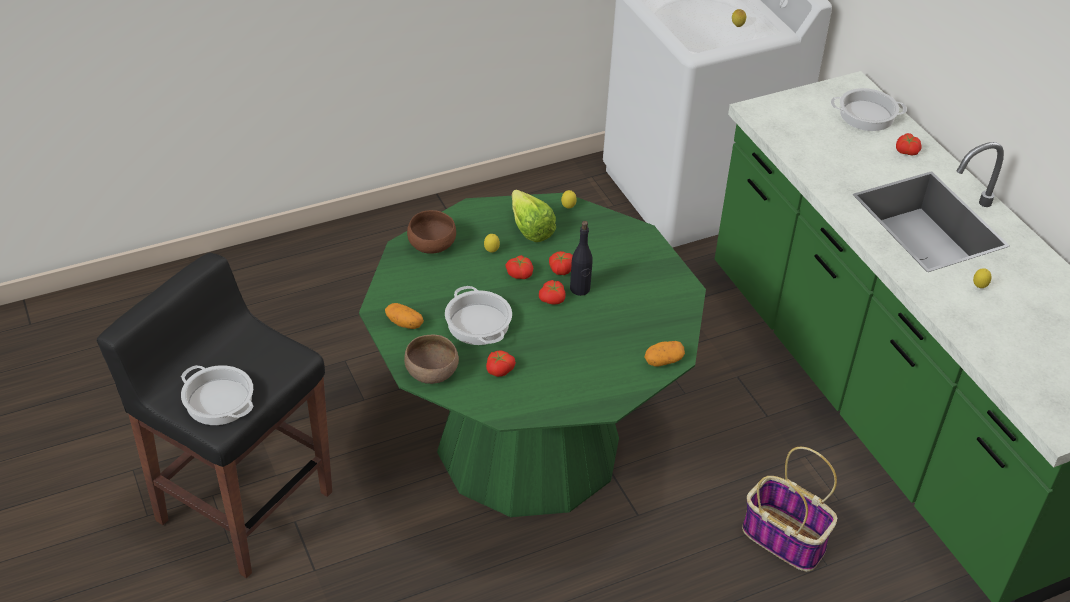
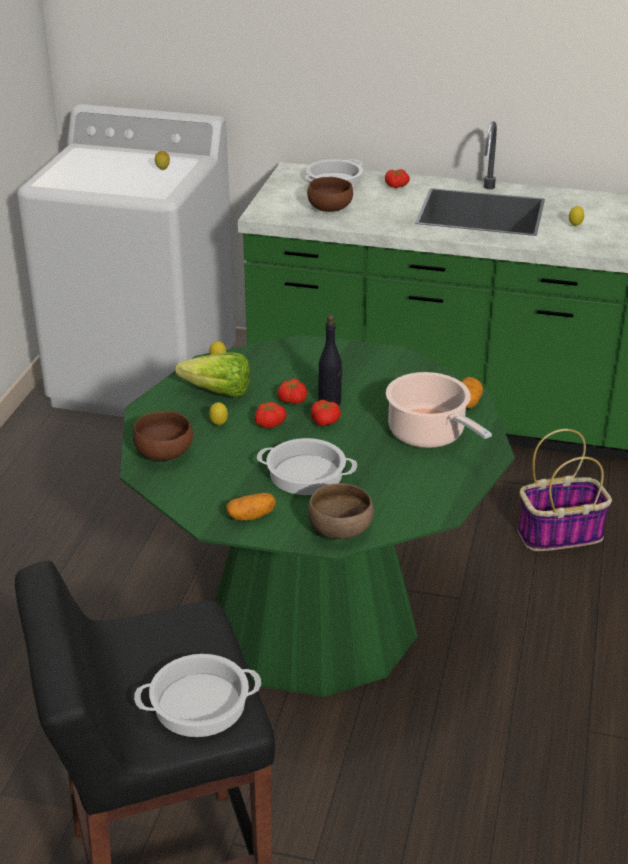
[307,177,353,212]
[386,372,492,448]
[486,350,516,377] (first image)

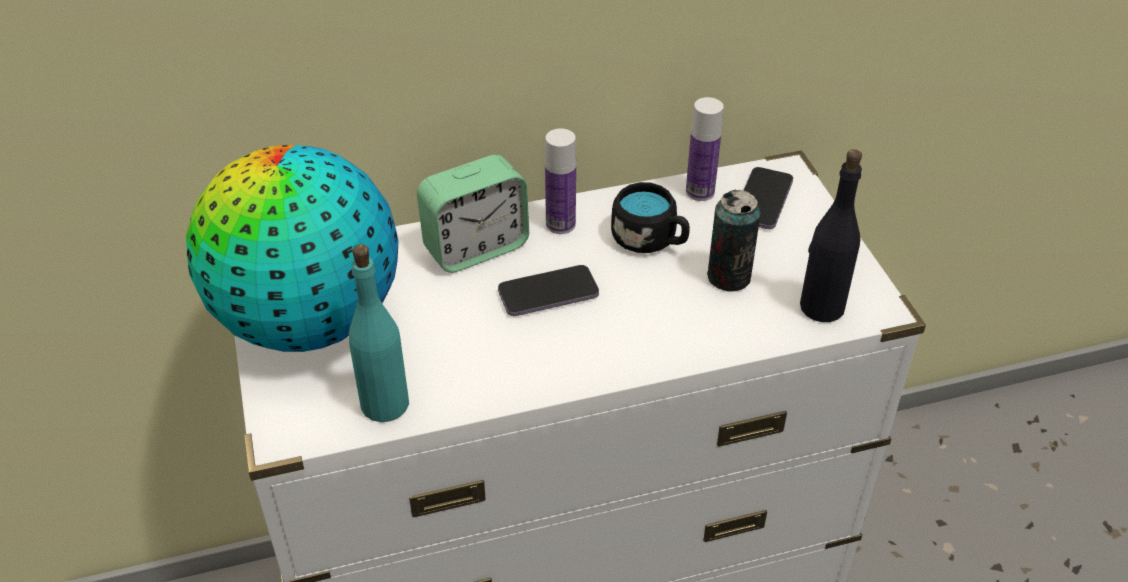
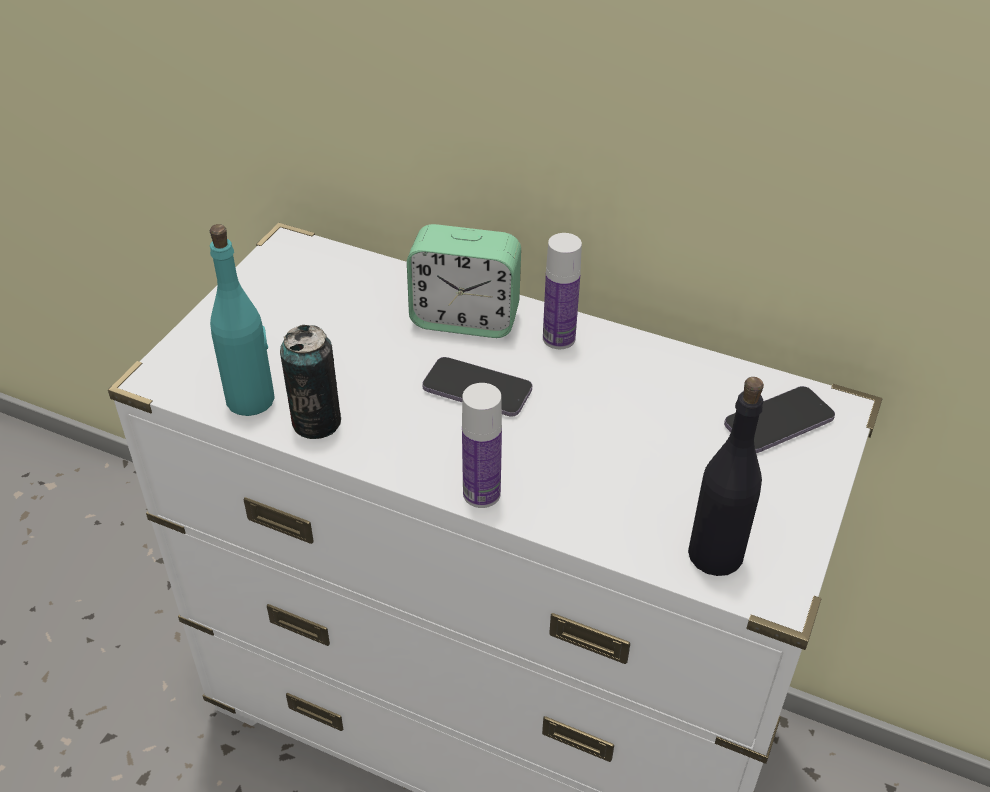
[280,325,341,439]
[462,383,502,508]
[186,145,399,352] (first image)
[611,182,690,253] (first image)

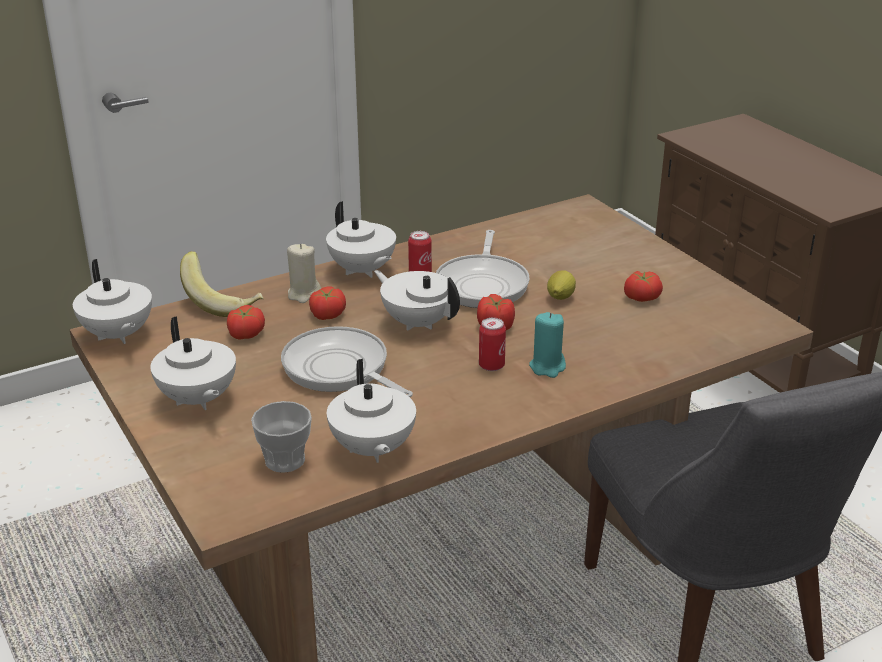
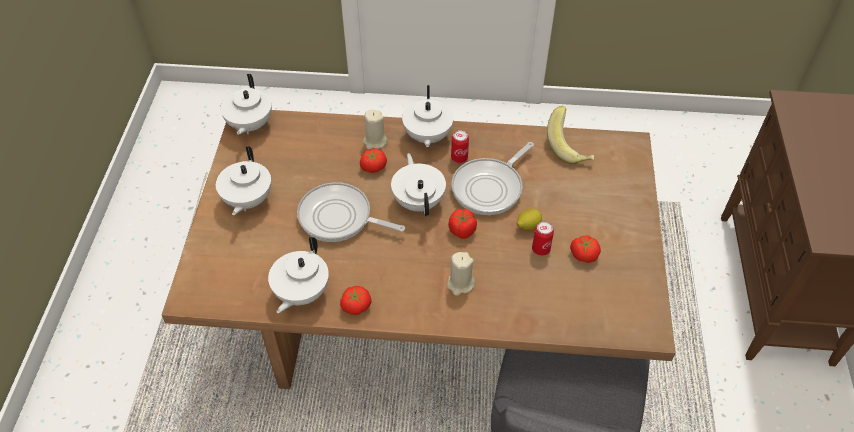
[297,182,405,242]
[340,286,372,315]
[447,252,475,296]
[532,221,554,256]
[547,106,594,164]
[251,401,312,473] (first image)

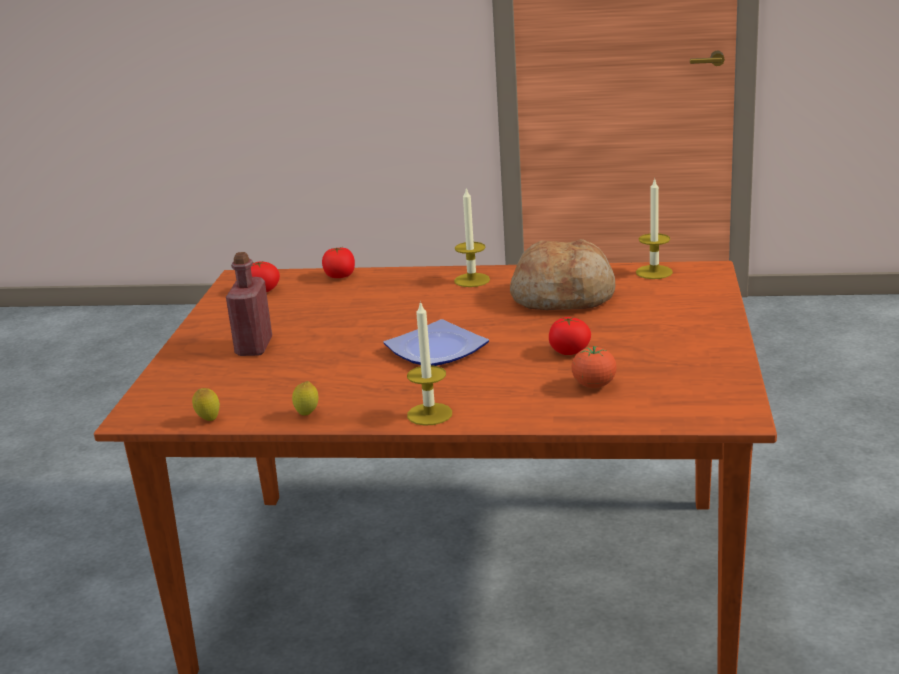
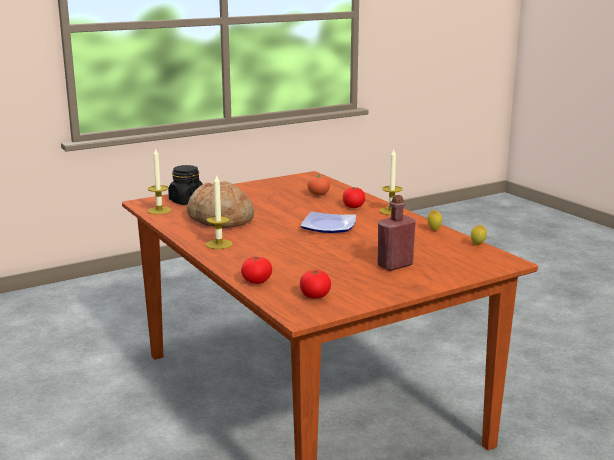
[168,165,203,205]
[343,187,365,208]

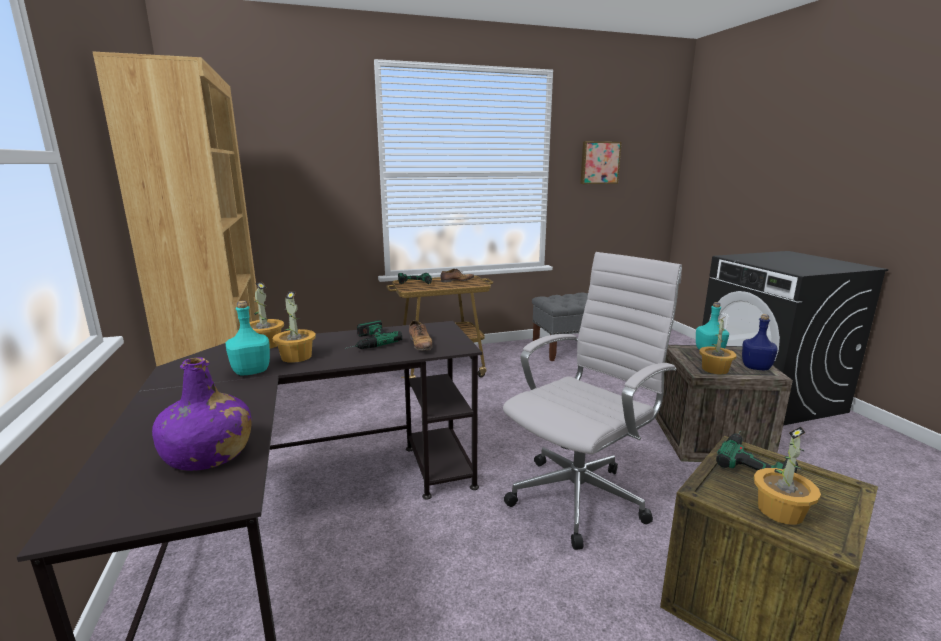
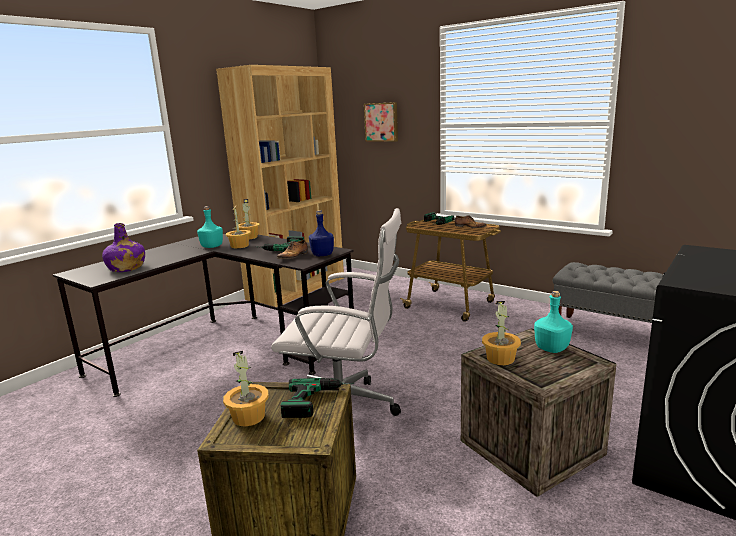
[309,210,334,256]
[364,102,398,142]

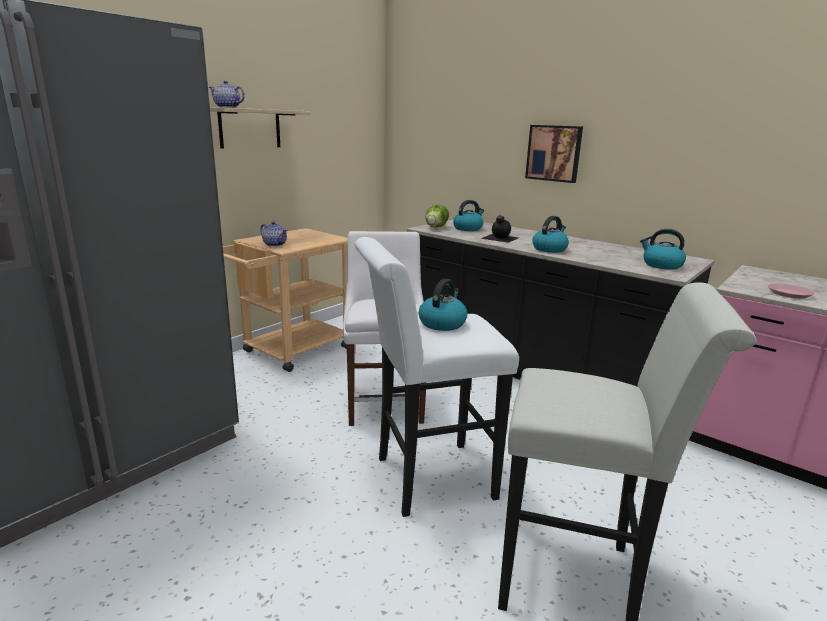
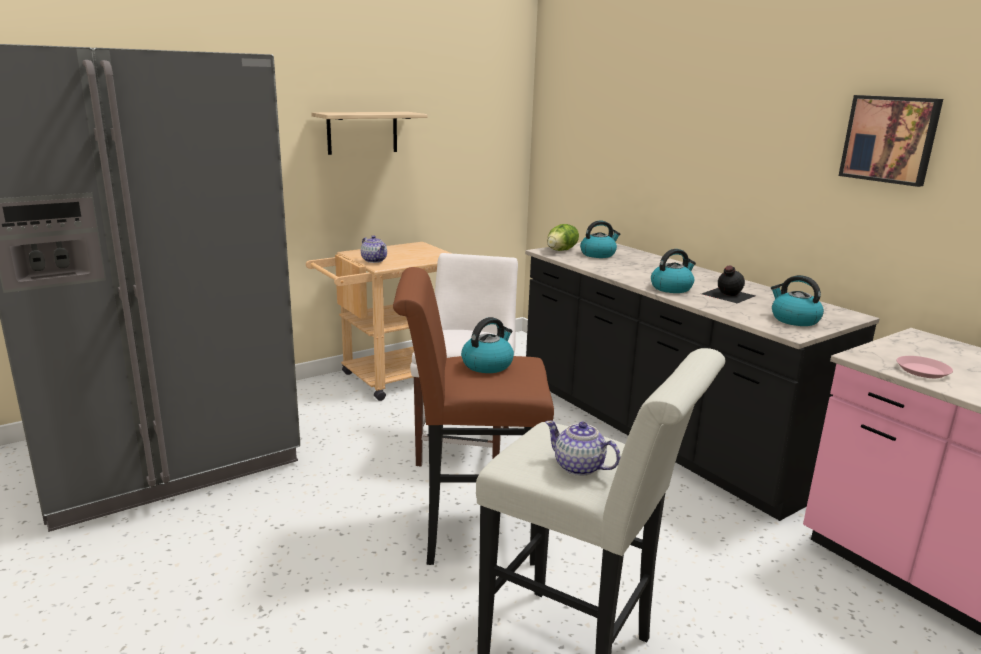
[393,267,554,565]
[545,421,621,476]
[702,265,755,303]
[839,95,943,187]

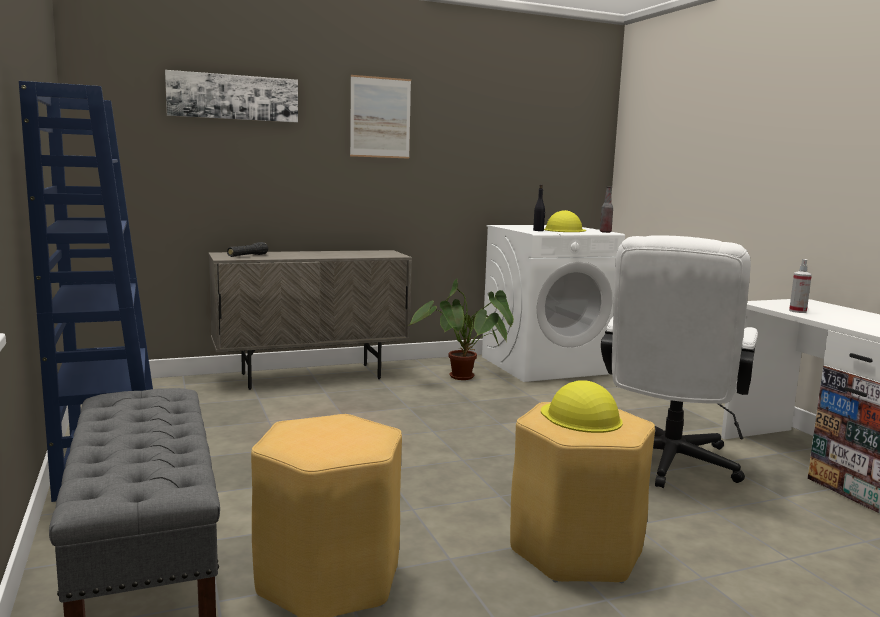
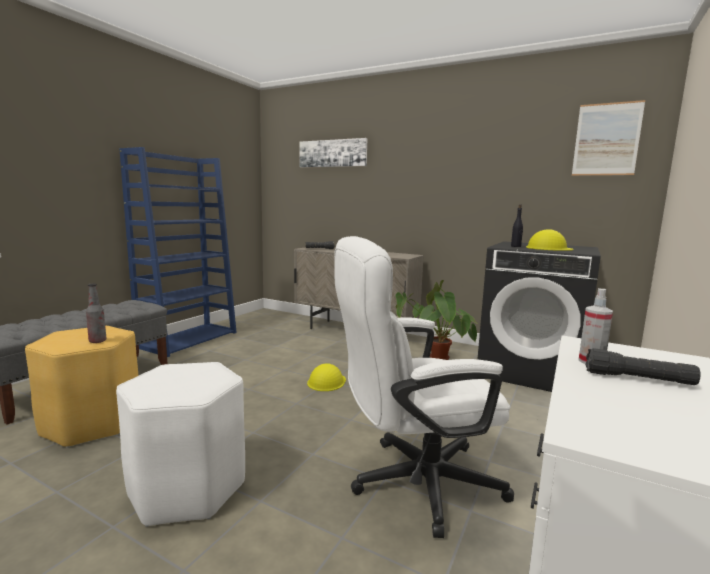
[86,284,107,343]
[116,362,245,527]
[307,363,346,391]
[478,241,601,392]
[572,100,645,176]
[585,348,701,385]

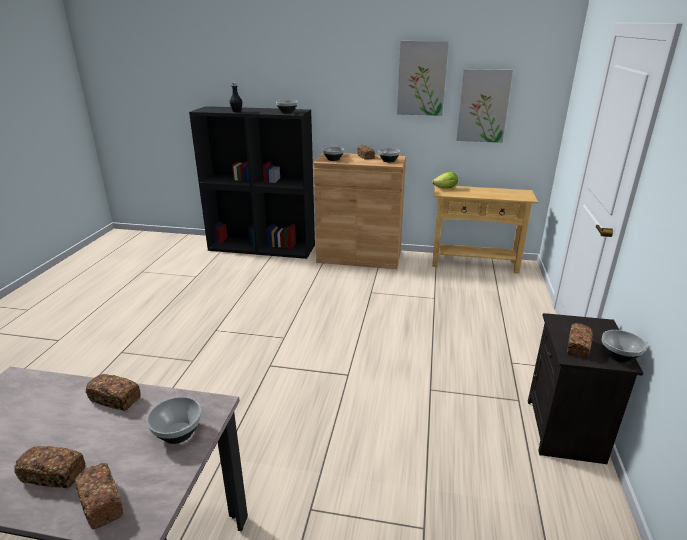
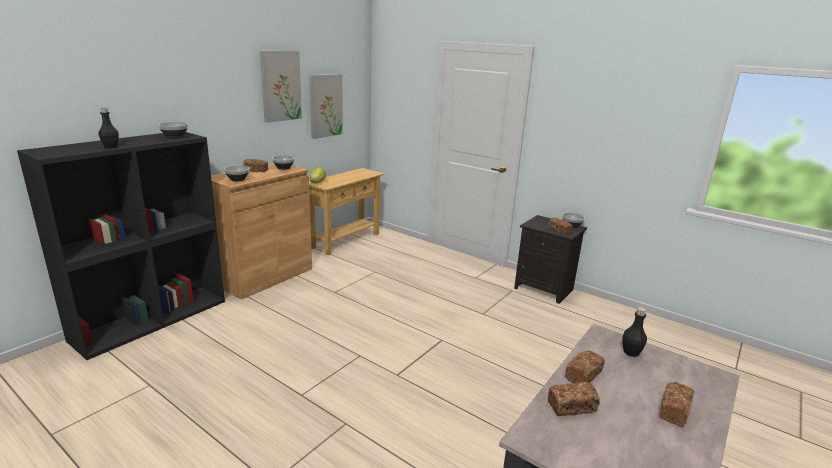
[548,382,600,416]
[622,307,647,357]

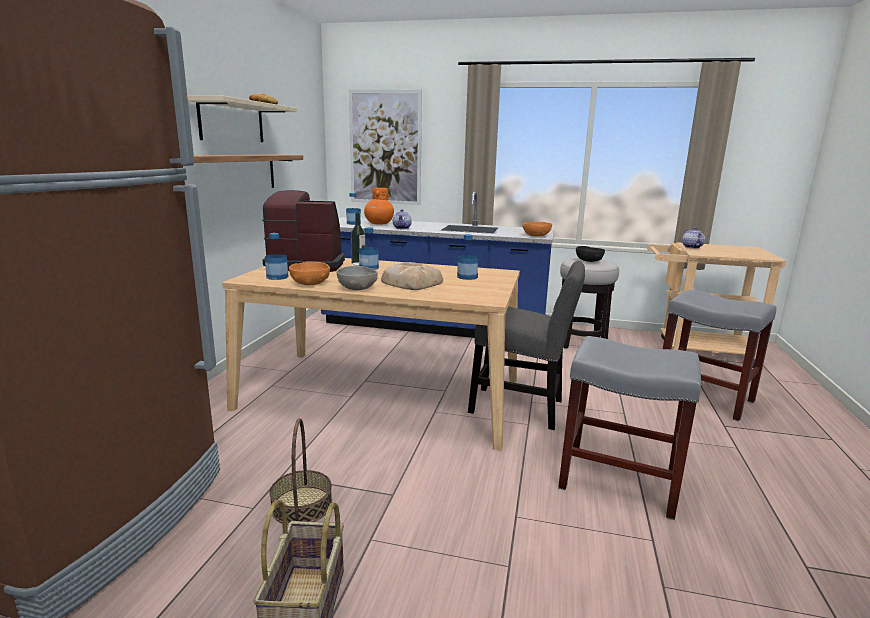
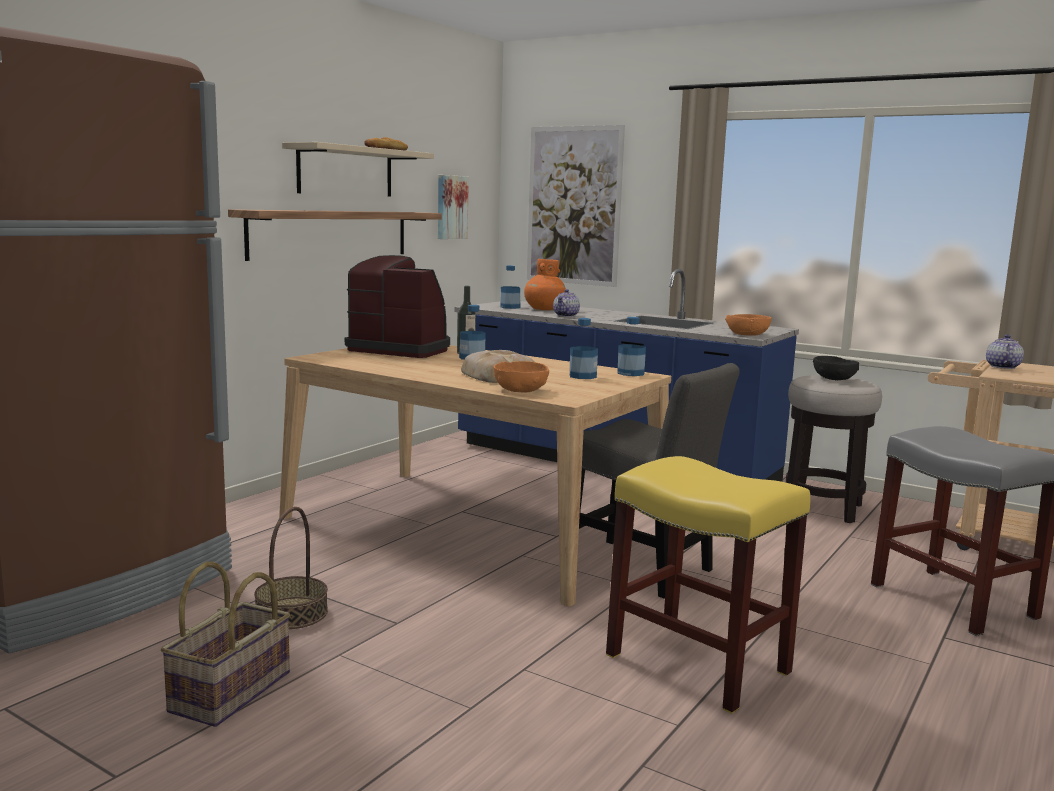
[438,175,469,239]
[494,361,549,393]
[606,456,811,714]
[617,317,646,376]
[336,266,378,290] (first image)

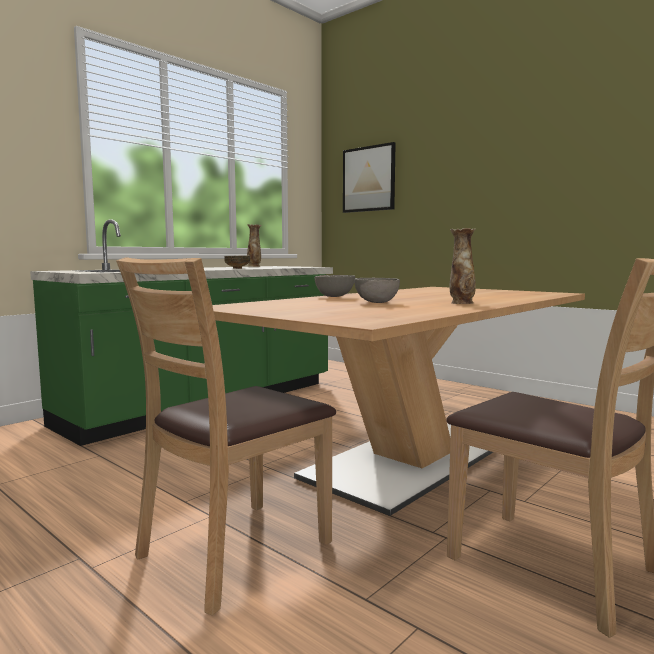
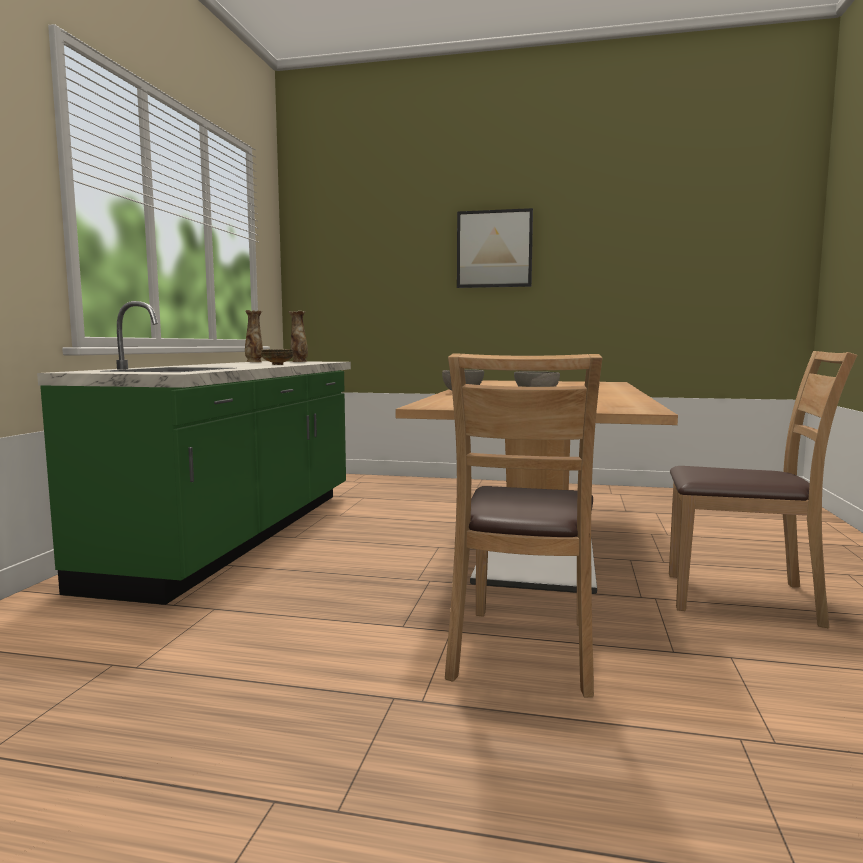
[288,311,308,362]
[457,208,533,288]

